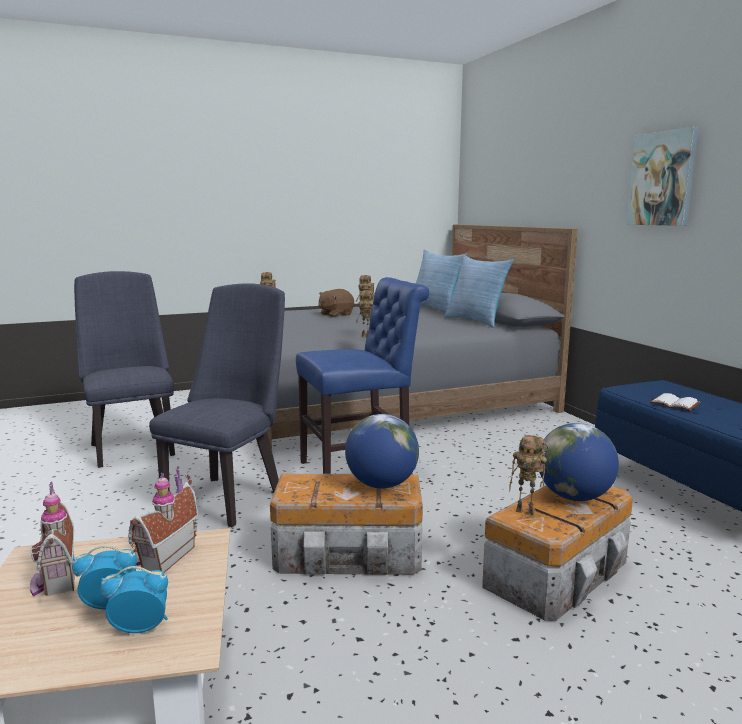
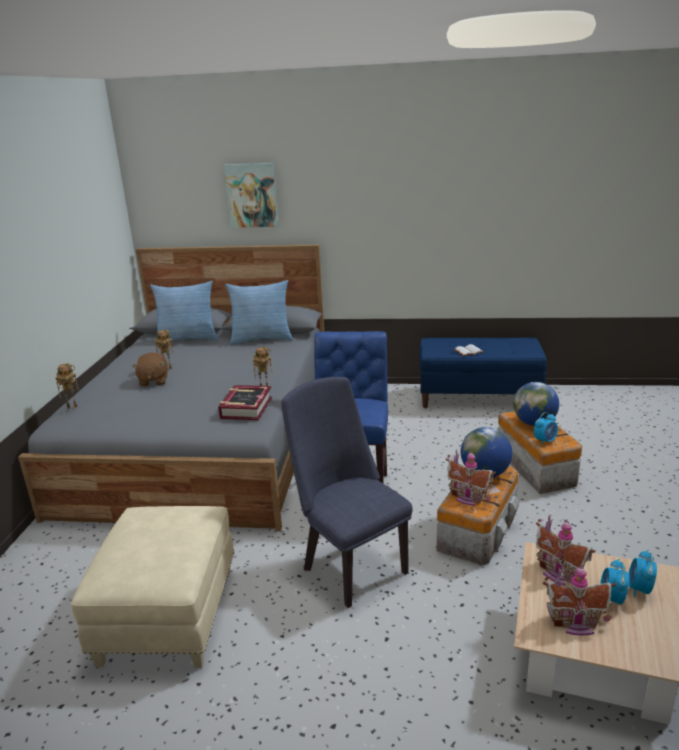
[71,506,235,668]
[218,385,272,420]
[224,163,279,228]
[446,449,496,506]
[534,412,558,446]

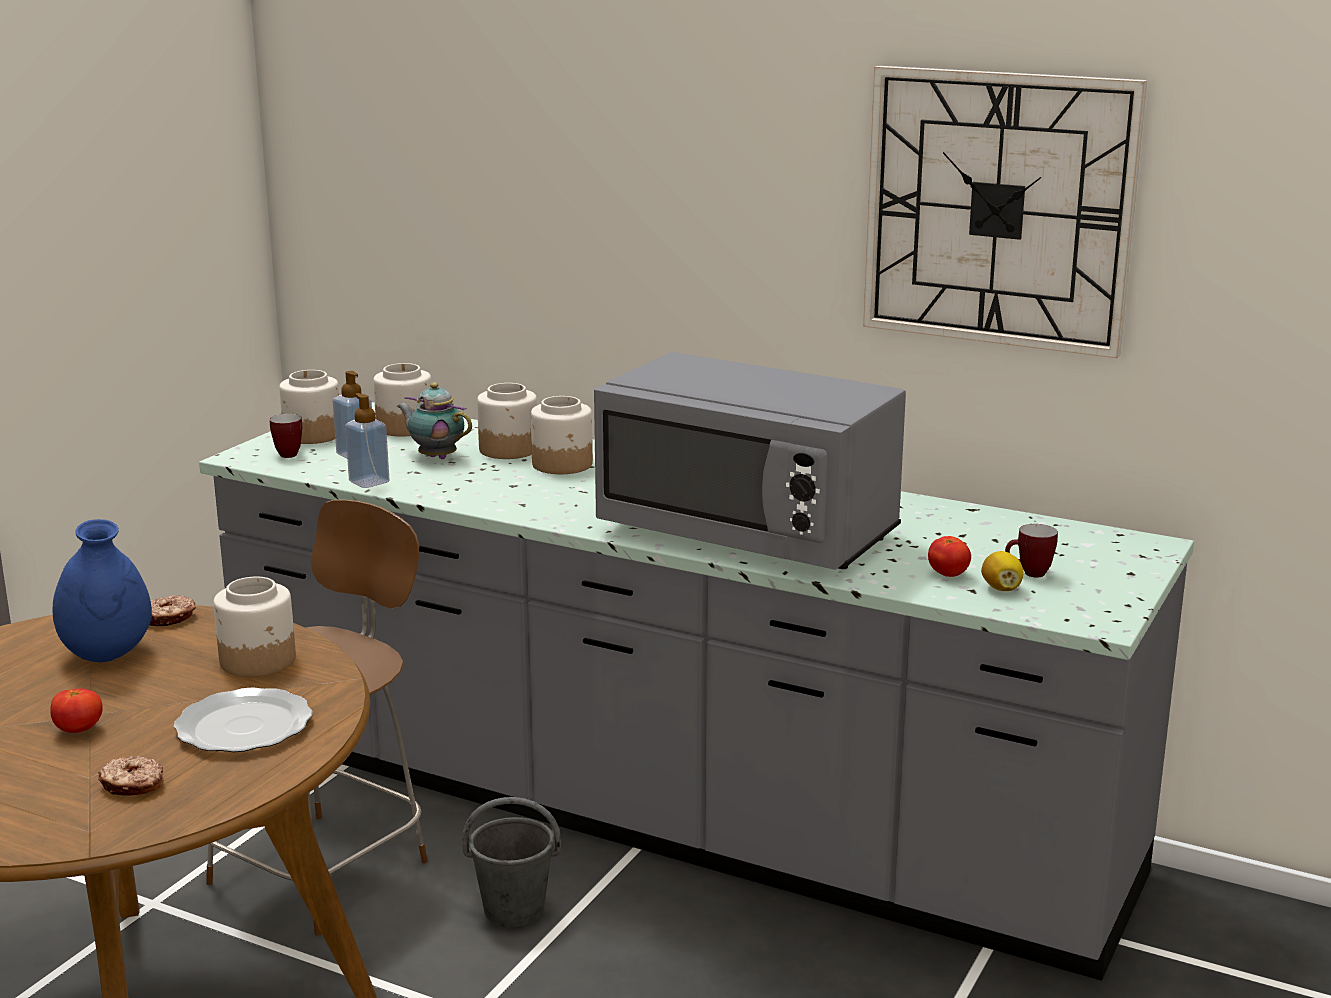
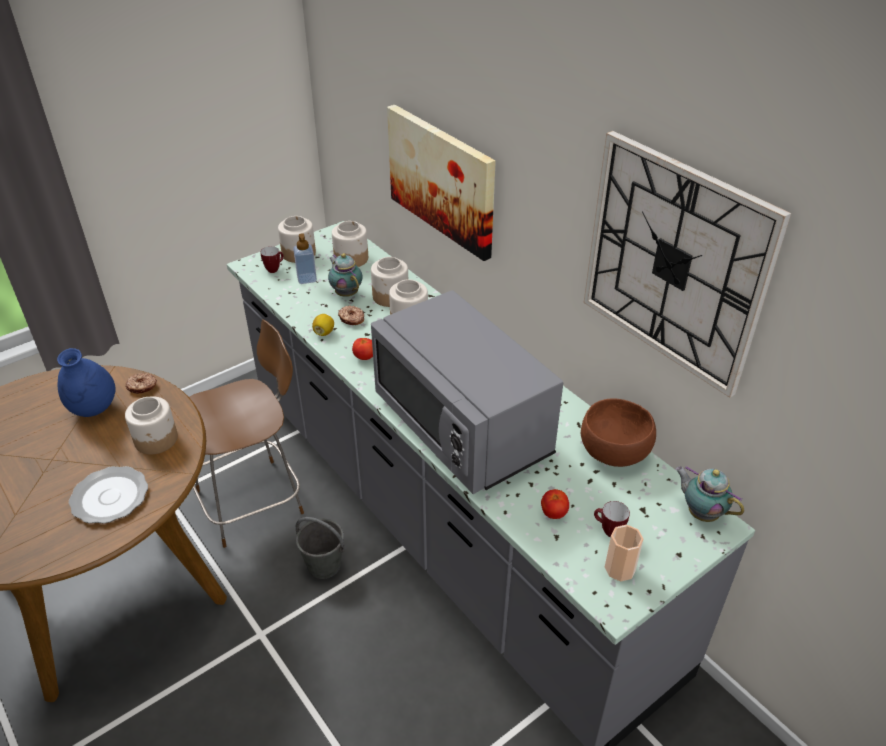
[312,314,334,336]
[338,306,364,325]
[352,338,373,360]
[387,105,496,261]
[581,398,656,467]
[605,525,644,581]
[675,466,744,522]
[345,393,390,488] (first image)

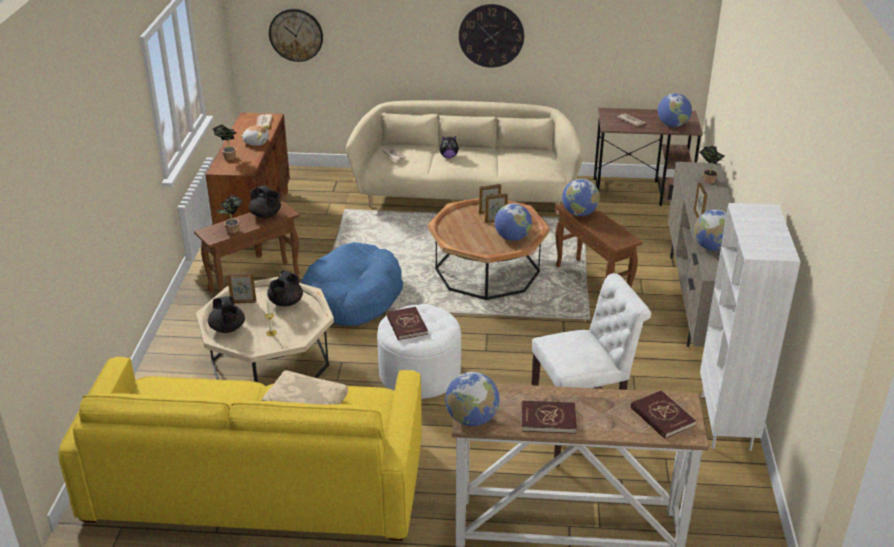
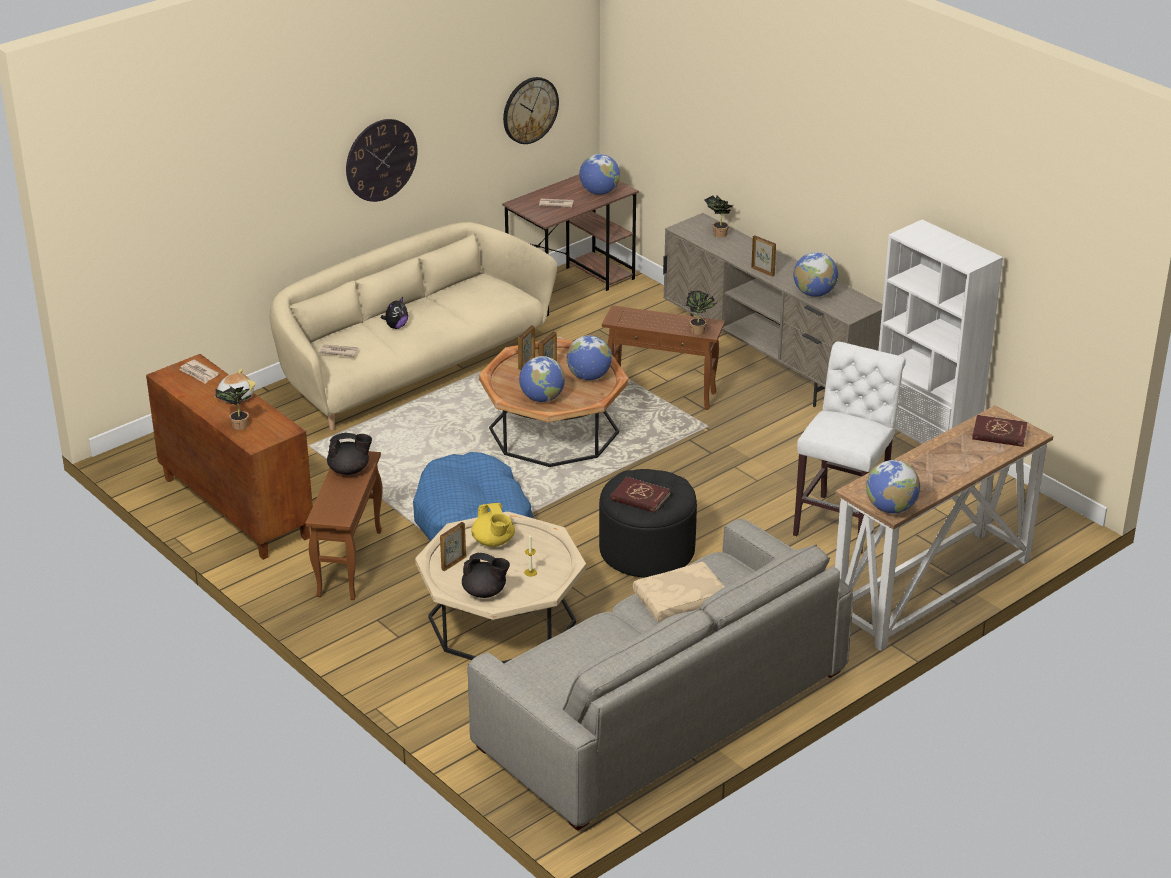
[467,519,853,831]
[471,503,515,547]
[503,77,559,144]
[519,356,565,402]
[599,469,697,578]
[686,290,717,335]
[522,401,577,434] (first image)

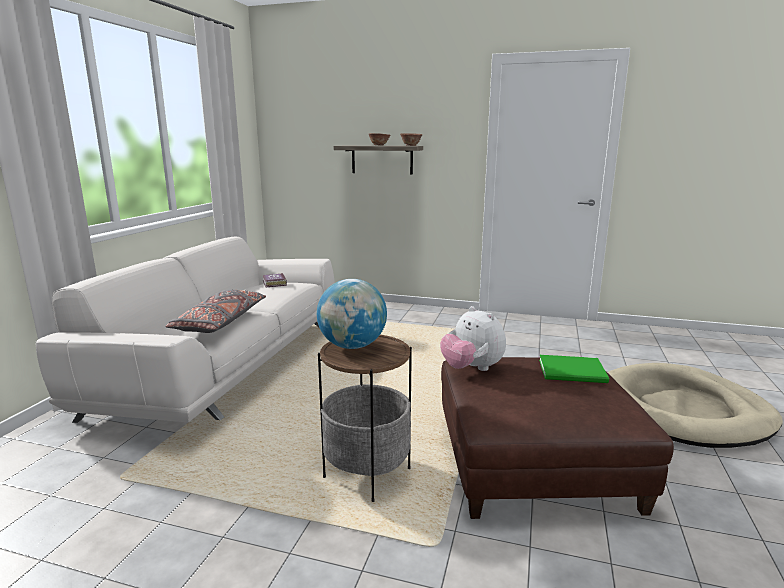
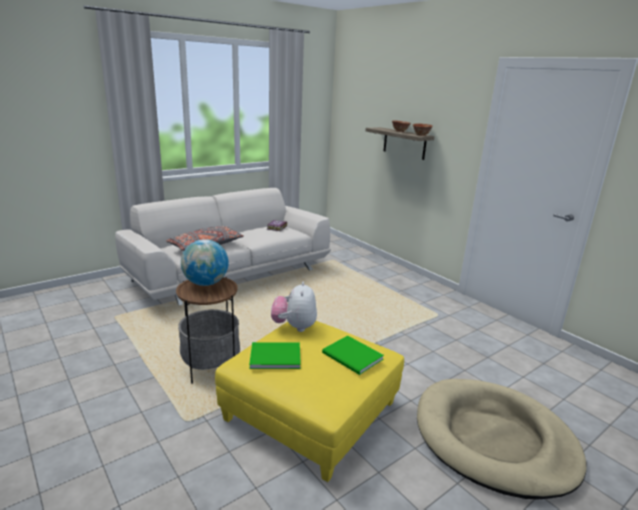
[215,321,404,482]
[249,342,301,369]

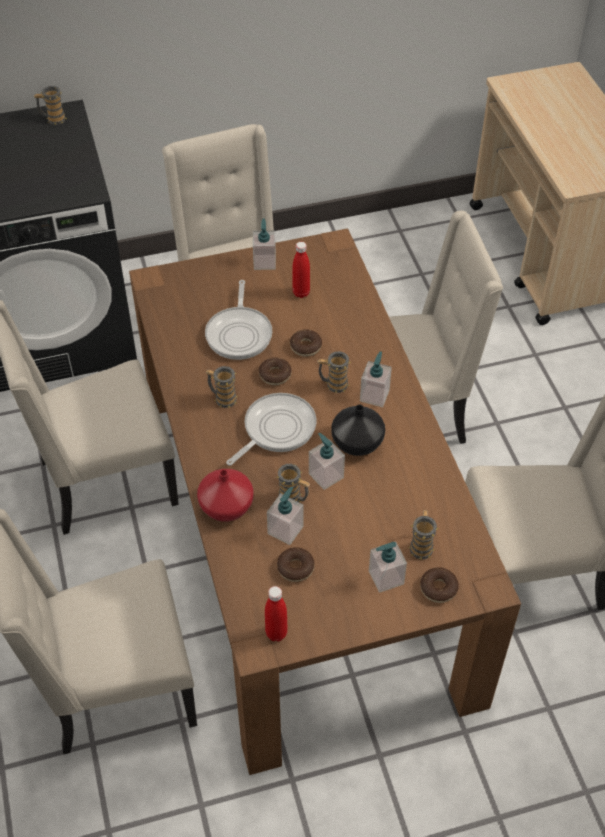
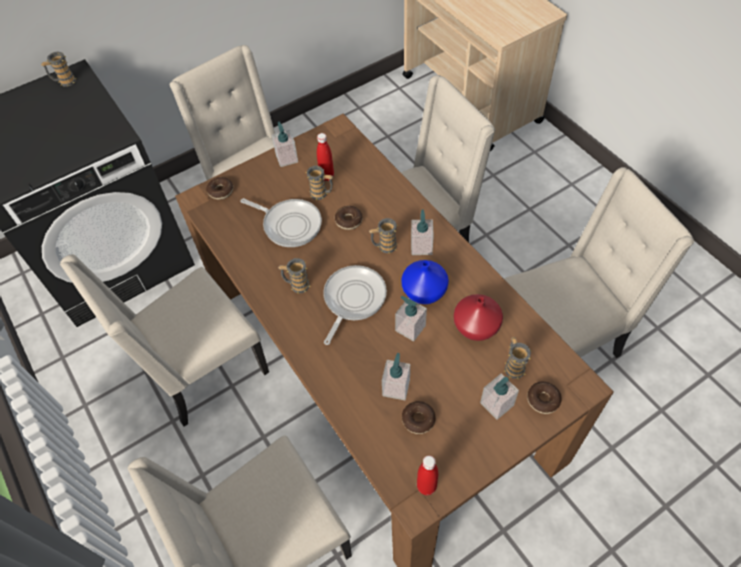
[206,177,233,200]
[240,198,322,247]
[306,166,333,200]
[401,260,449,304]
[454,294,503,341]

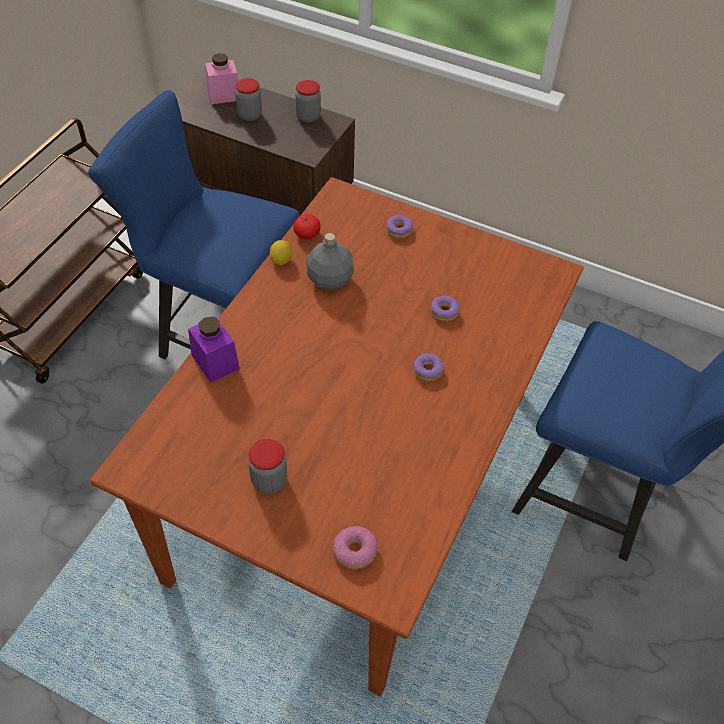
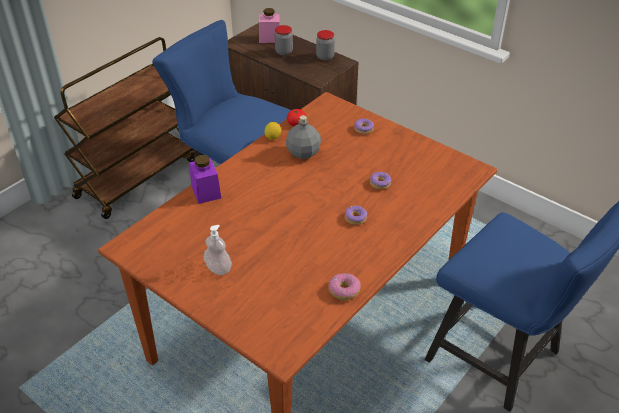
[204,225,232,275]
[328,273,361,300]

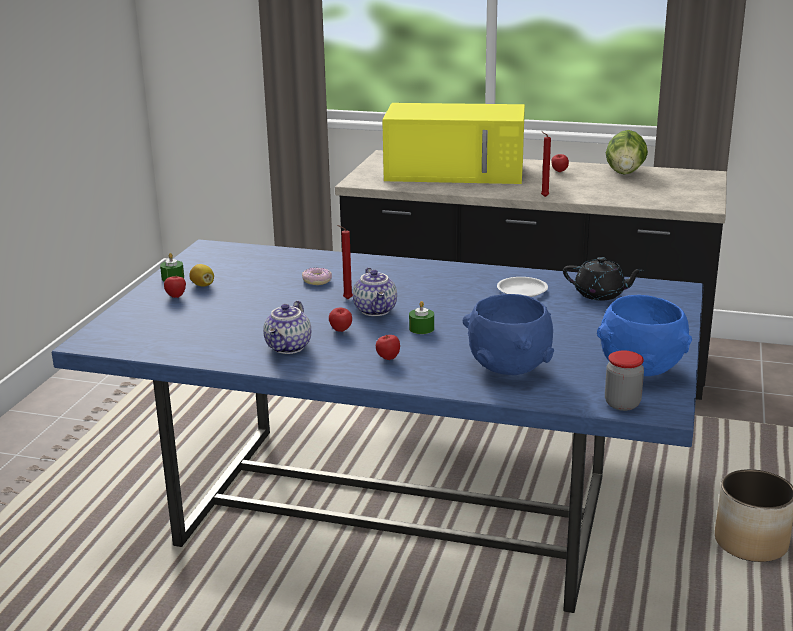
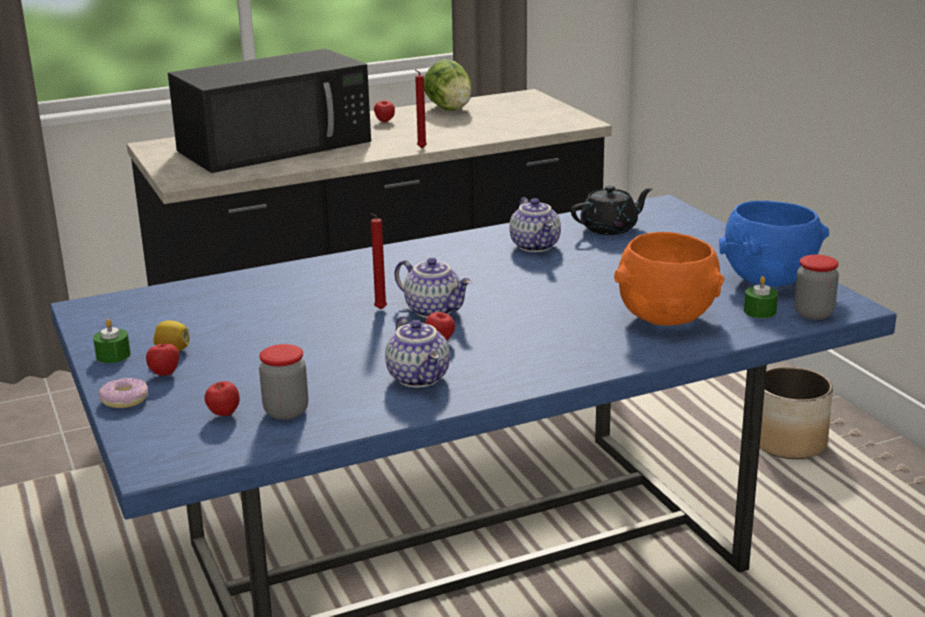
[99,378,149,408]
[168,49,371,173]
[204,381,240,416]
[259,344,308,420]
[509,198,561,252]
[614,232,724,326]
[744,276,778,318]

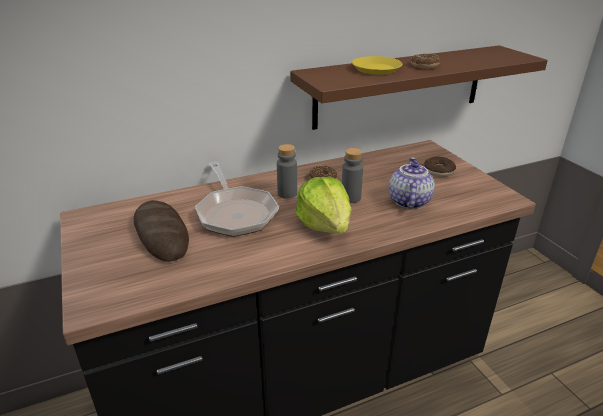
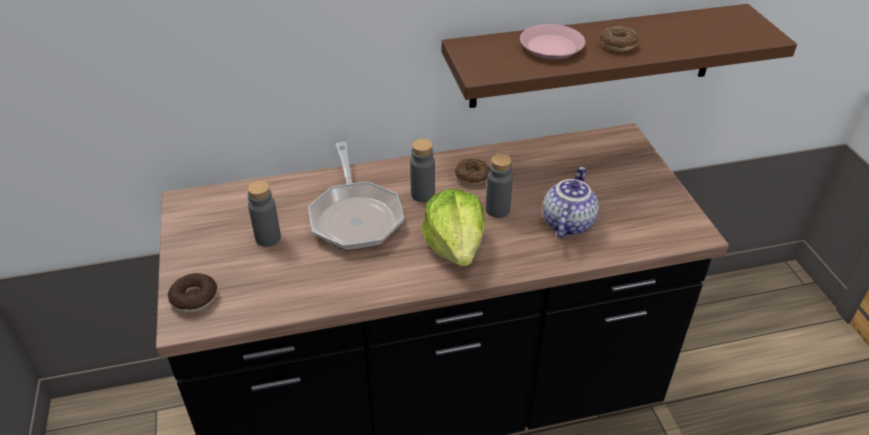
[168,273,217,313]
[247,181,281,247]
[520,24,585,59]

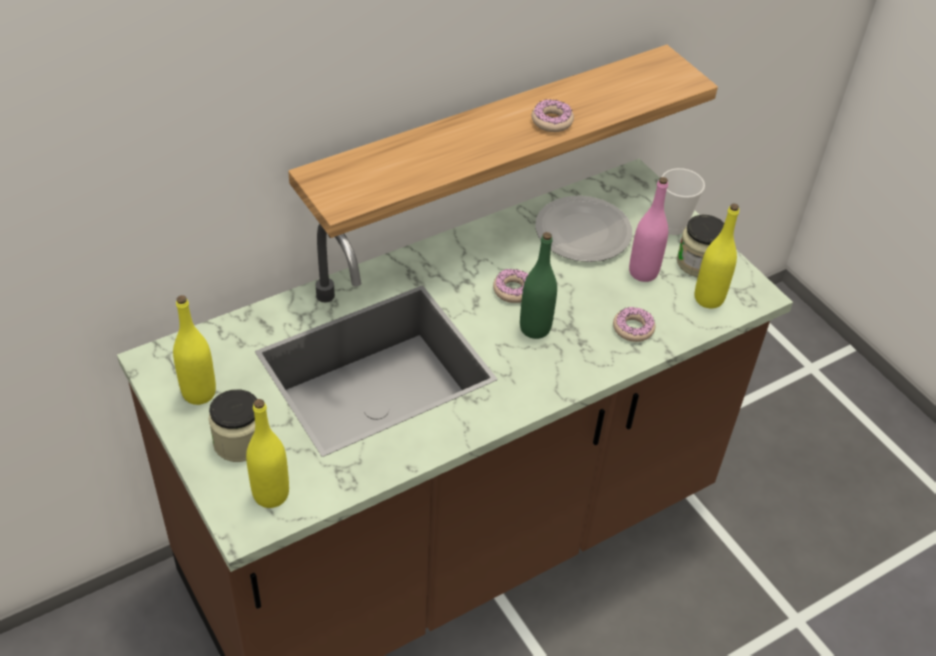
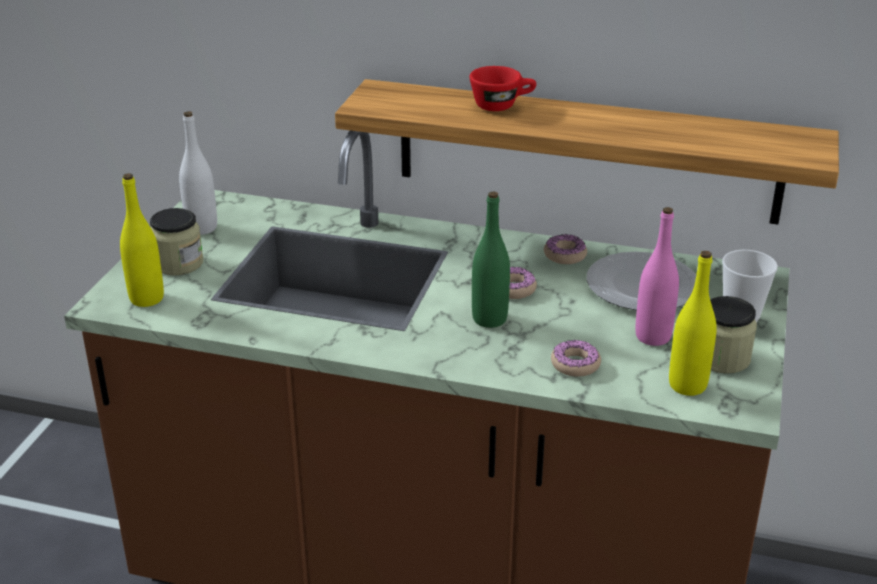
[179,111,217,235]
[470,66,536,111]
[544,234,587,264]

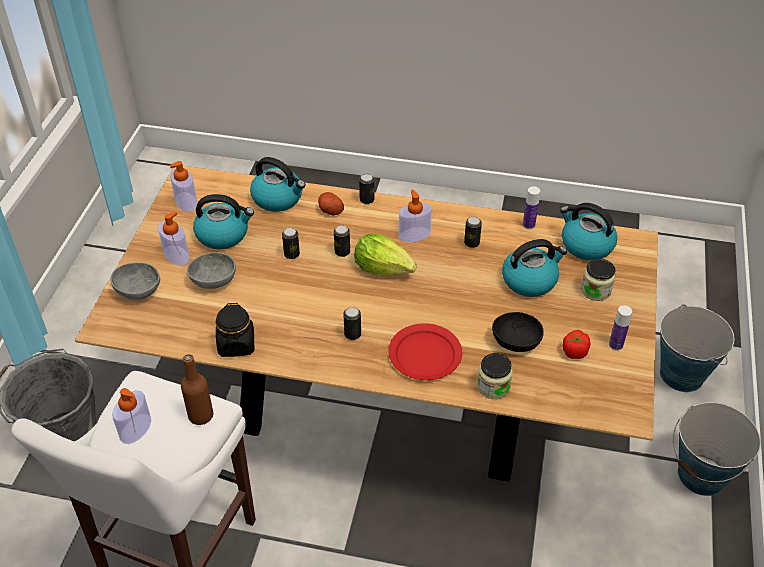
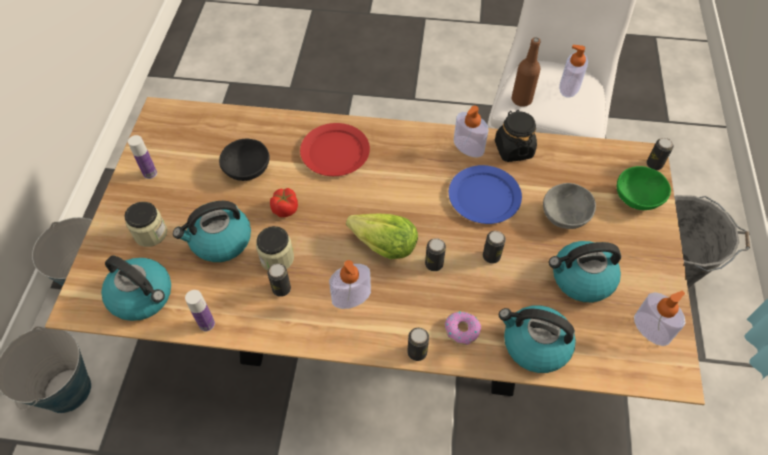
[256,226,294,271]
[270,188,298,217]
[445,311,481,345]
[449,165,522,224]
[454,105,489,157]
[617,166,671,210]
[646,138,674,170]

